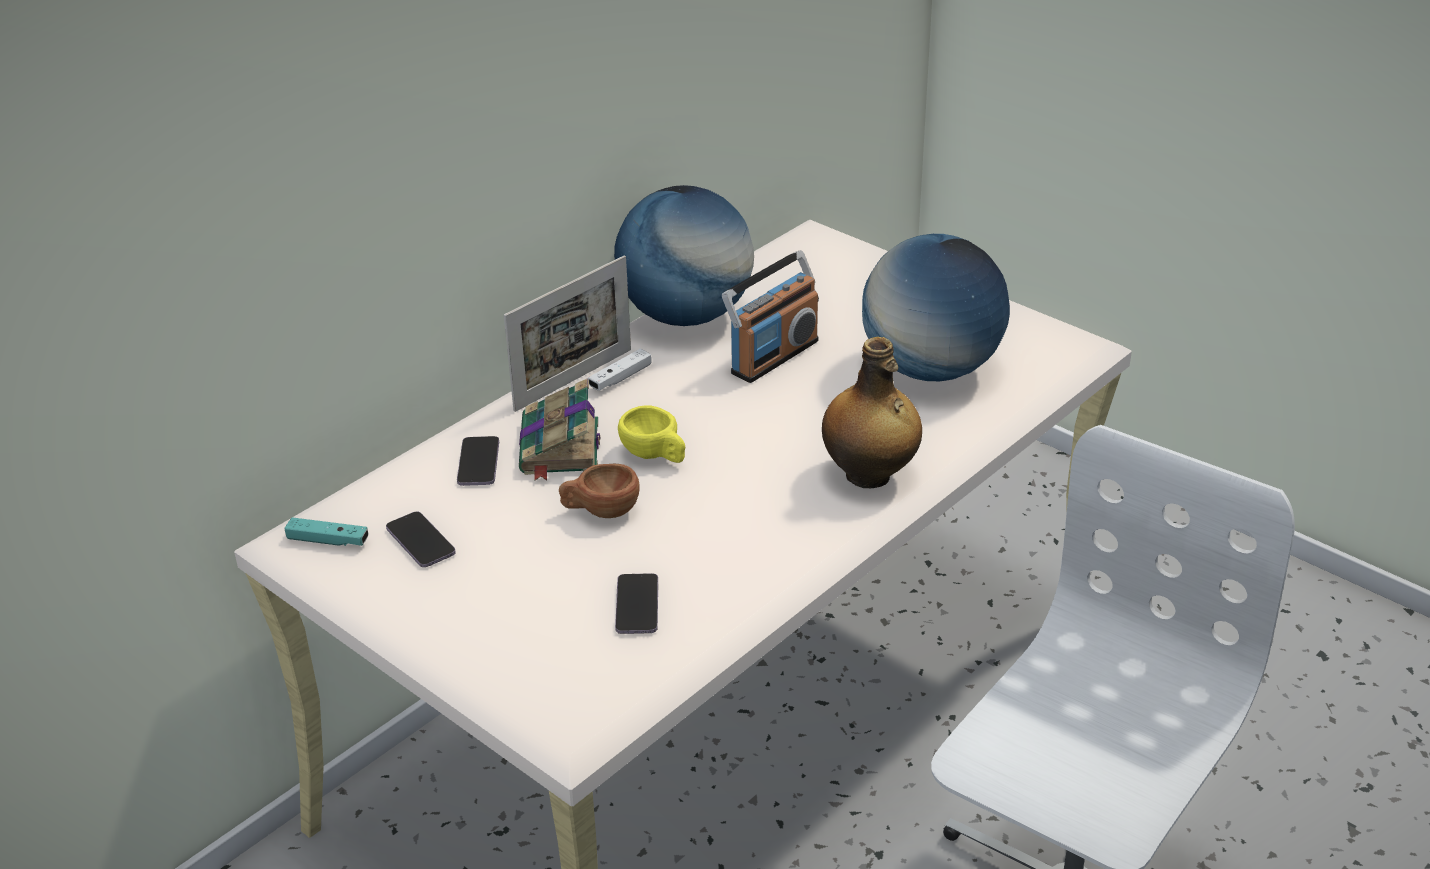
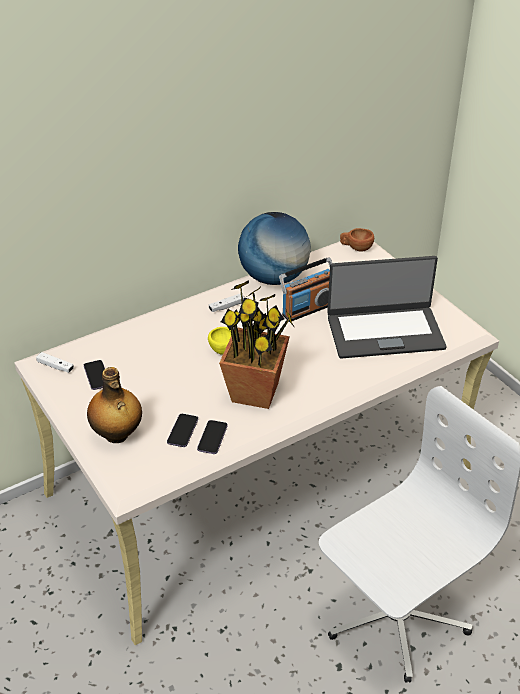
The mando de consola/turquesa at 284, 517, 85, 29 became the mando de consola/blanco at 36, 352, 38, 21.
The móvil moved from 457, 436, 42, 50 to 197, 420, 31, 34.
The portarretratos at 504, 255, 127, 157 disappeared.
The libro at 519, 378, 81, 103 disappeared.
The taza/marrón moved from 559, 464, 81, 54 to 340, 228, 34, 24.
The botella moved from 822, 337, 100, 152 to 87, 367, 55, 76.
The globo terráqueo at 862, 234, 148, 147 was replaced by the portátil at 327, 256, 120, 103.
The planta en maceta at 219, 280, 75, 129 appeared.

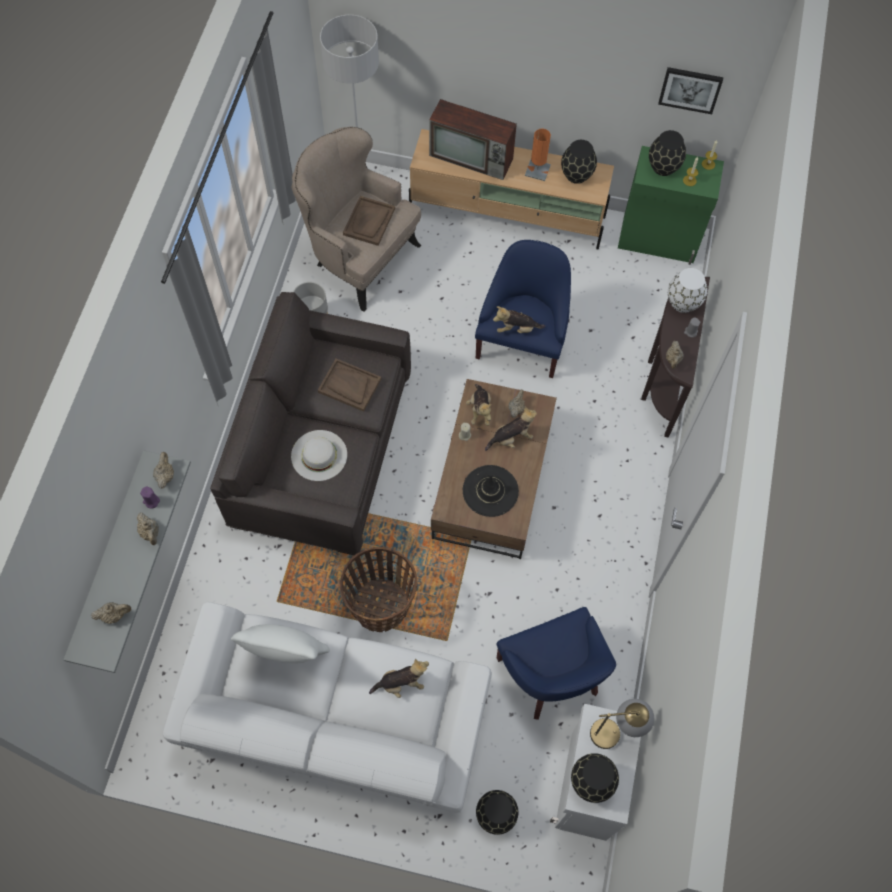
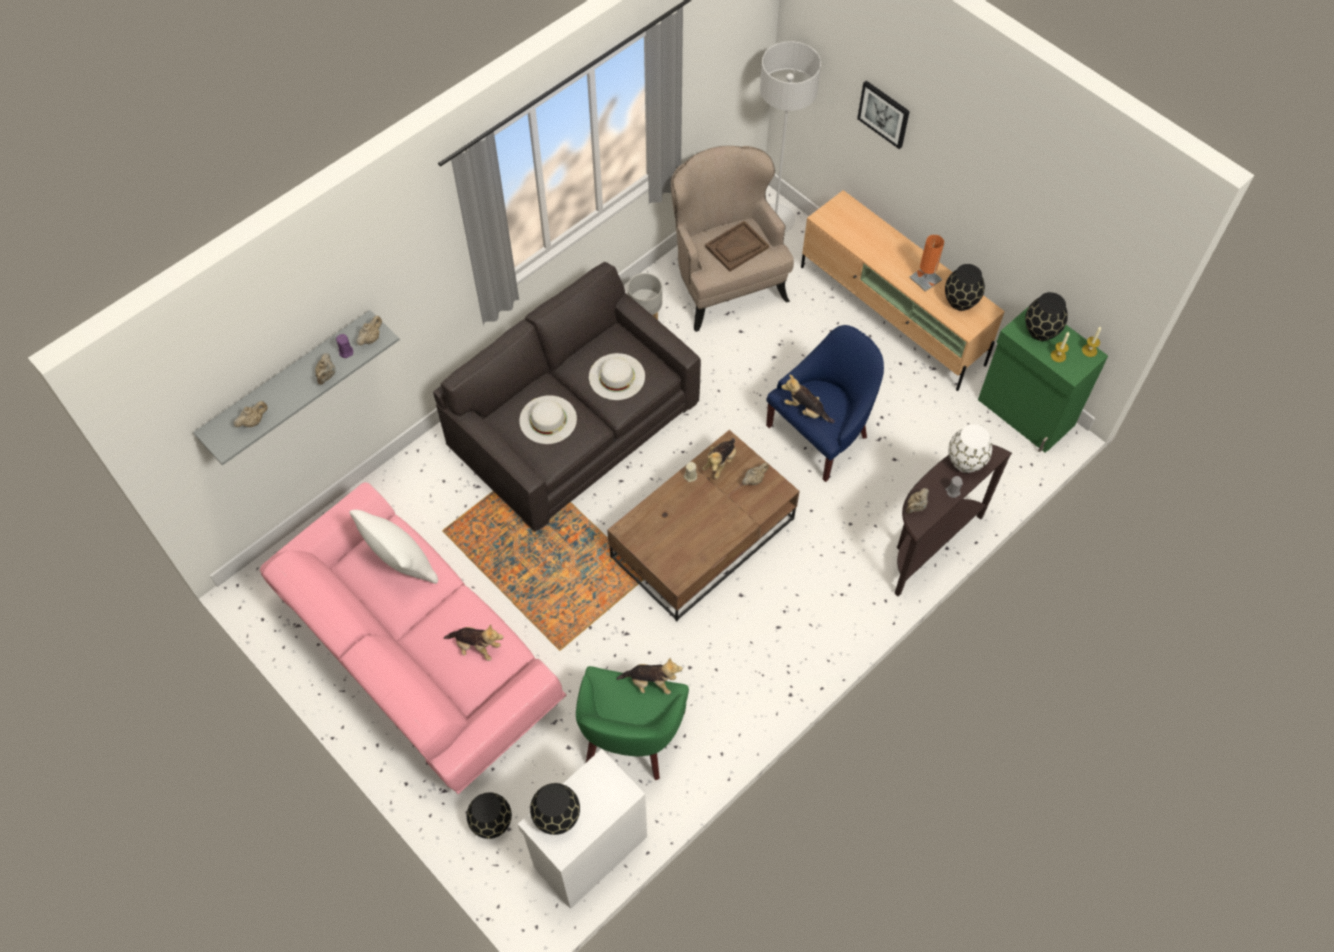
The tetera/beis at 91, 602, 40, 22 turned 60 degrees counterclockwise.
The sofá/blanco at 162, 602, 330, 211 became the sofá/rosa at 260, 482, 306, 312.
The bandeja/marrón at 318, 359, 63, 53 was replaced by the sombrero/blanco at 589, 353, 56, 47.
The cesta at 339, 547, 79, 85 disappeared.
The televisor at 429, 99, 88, 81 disappeared.
The sombrero/negro at 463, 465, 56, 52 disappeared.
The peluche moved from 485, 407, 52, 44 to 616, 658, 67, 37.
The sillón/azul at 496, 607, 120, 113 became the sillón/verde at 576, 666, 113, 114.
The lámpara de mesa at 590, 699, 64, 50 disappeared.
The cuadro moved from 658, 67, 65, 47 to 857, 81, 53, 68.

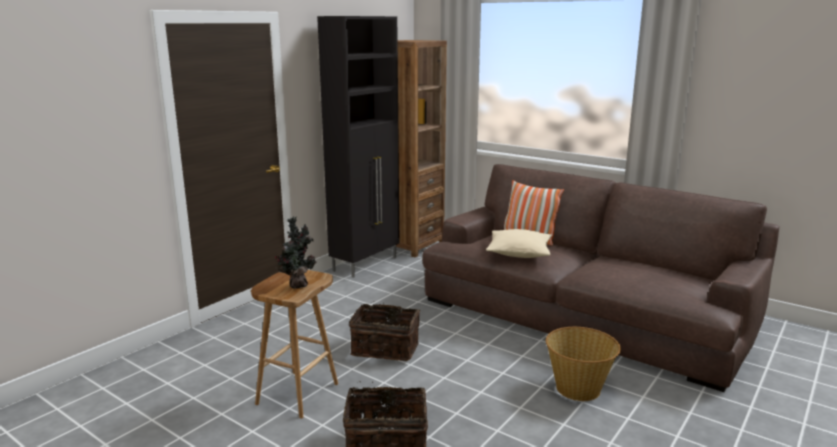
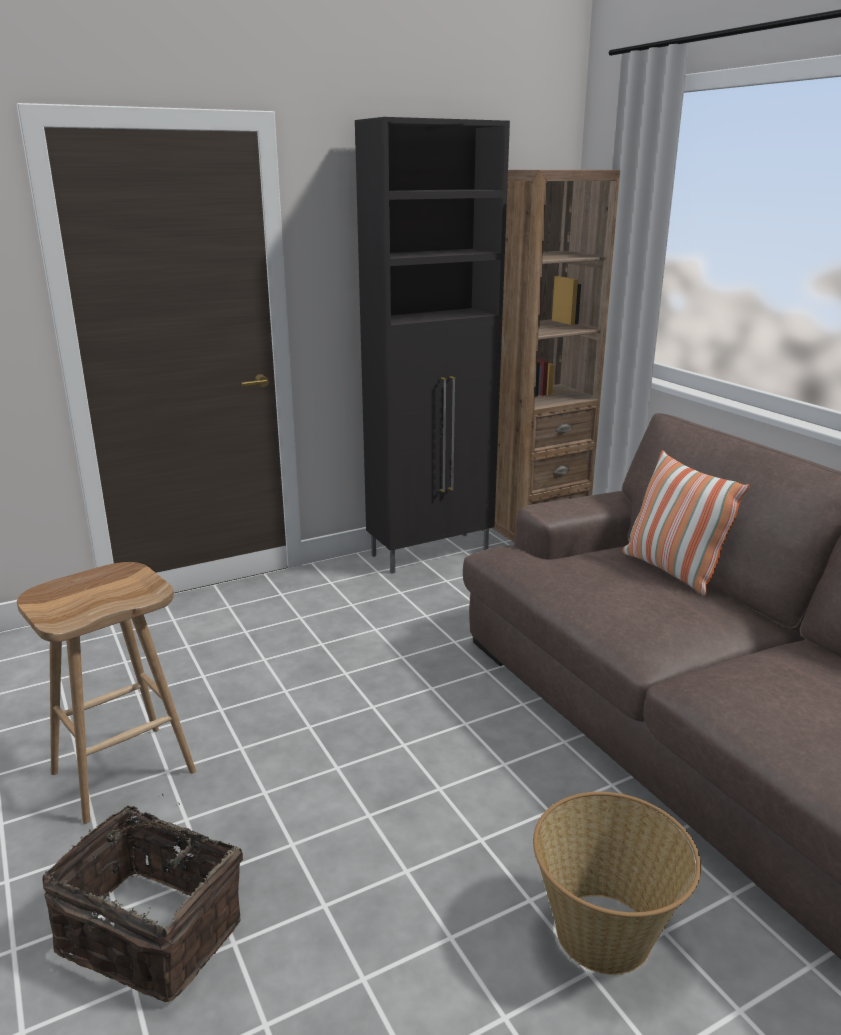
The planta en maceta at 275, 217, 41, 72 disappeared.
The cesta at 349, 304, 71, 57 disappeared.
The cojín/beis at 486, 229, 66, 29 disappeared.

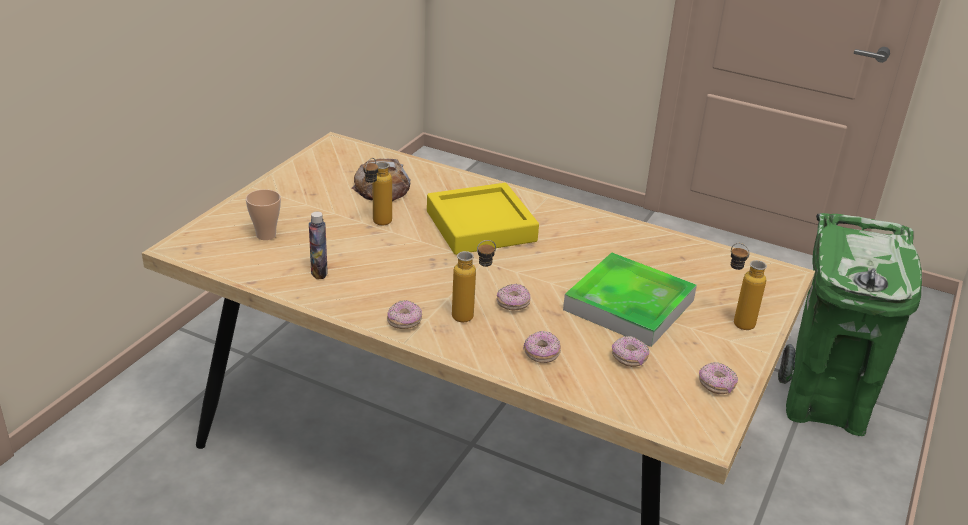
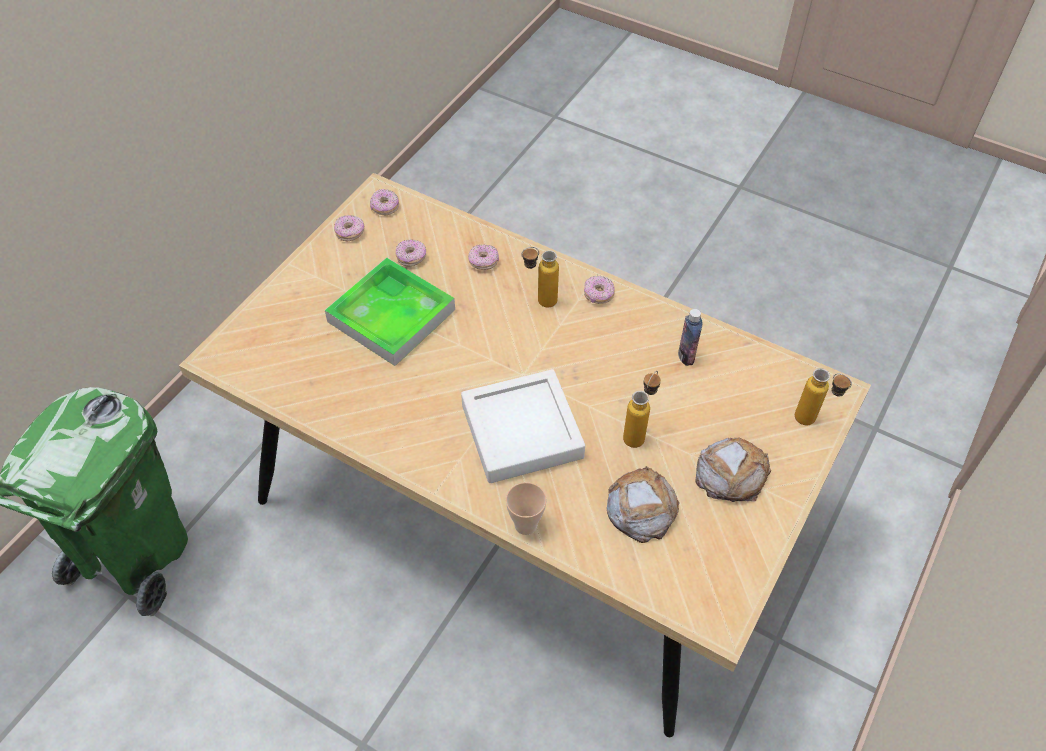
The taza moved from 246, 189, 35, 51 to 506, 482, 41, 53.
The bandeja/amarillo at 427, 183, 112, 72 became the bandeja/blanco at 461, 369, 124, 114.
The rosquilla moved from 497, 284, 33, 27 to 370, 189, 29, 26.
The botella moved from 731, 243, 36, 87 to 795, 368, 57, 57.
The pan at 695, 438, 76, 64 appeared.

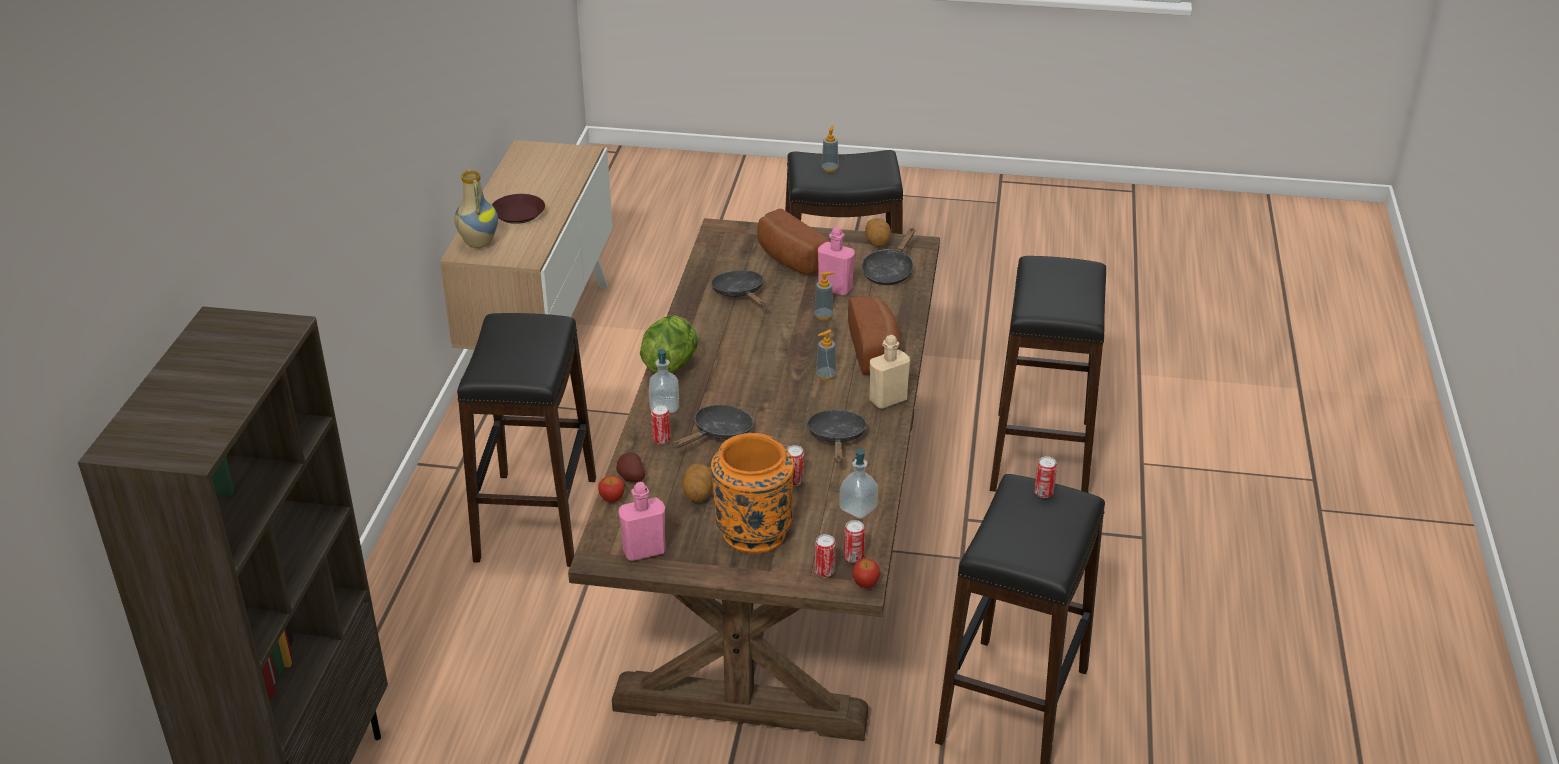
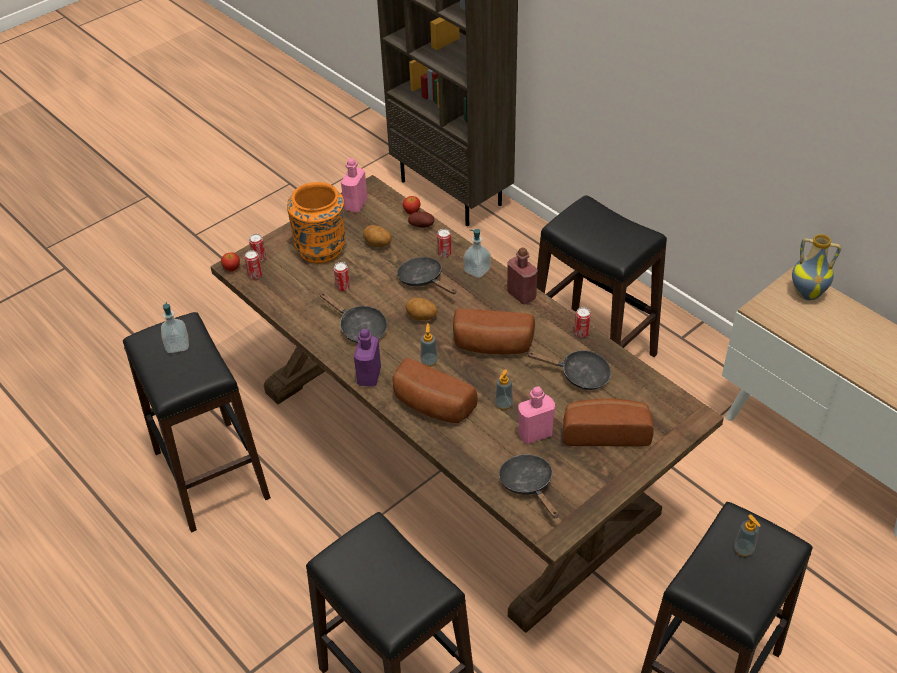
The plato/marrón at 492, 194, 53, 30 disappeared.
The lechuga at 640, 315, 58, 58 was replaced by the botella/rojo at 507, 247, 31, 57.
The sartén/negro at 672, 405, 82, 43 turned 150 degrees clockwise.
The dispensador de jabón moved from 839, 449, 39, 70 to 161, 302, 28, 51.
The patata moved from 865, 218, 26, 29 to 405, 298, 33, 22.
The botella/beis at 869, 335, 41, 74 became the botella/morado at 354, 329, 27, 58.
The lata moved from 1034, 456, 23, 42 to 574, 307, 17, 30.
The pan at 453, 309, 82, 45 appeared.

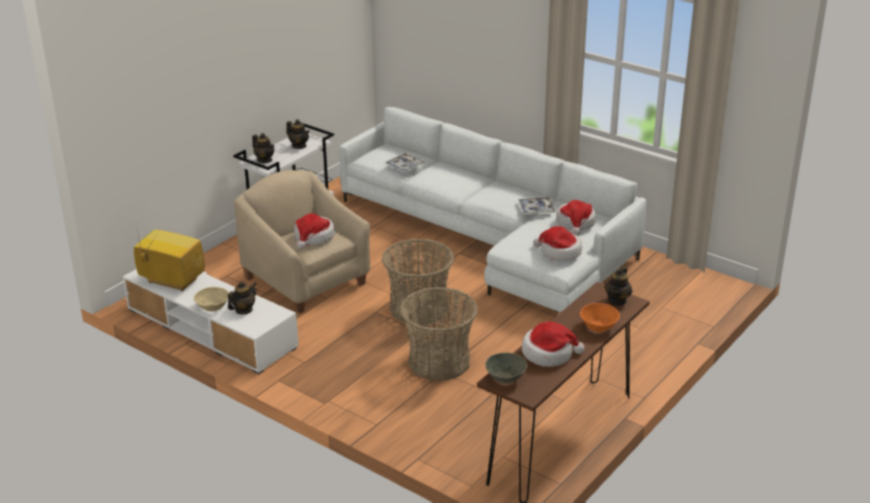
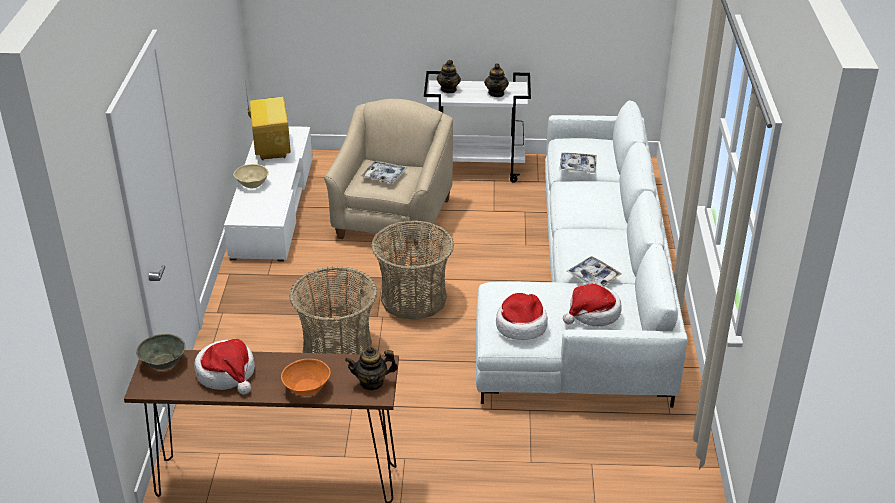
The tetera at 228, 281, 29, 33 disappeared.
The sombrero at 294, 213, 41, 36 was replaced by the bandeja at 360, 161, 47, 23.

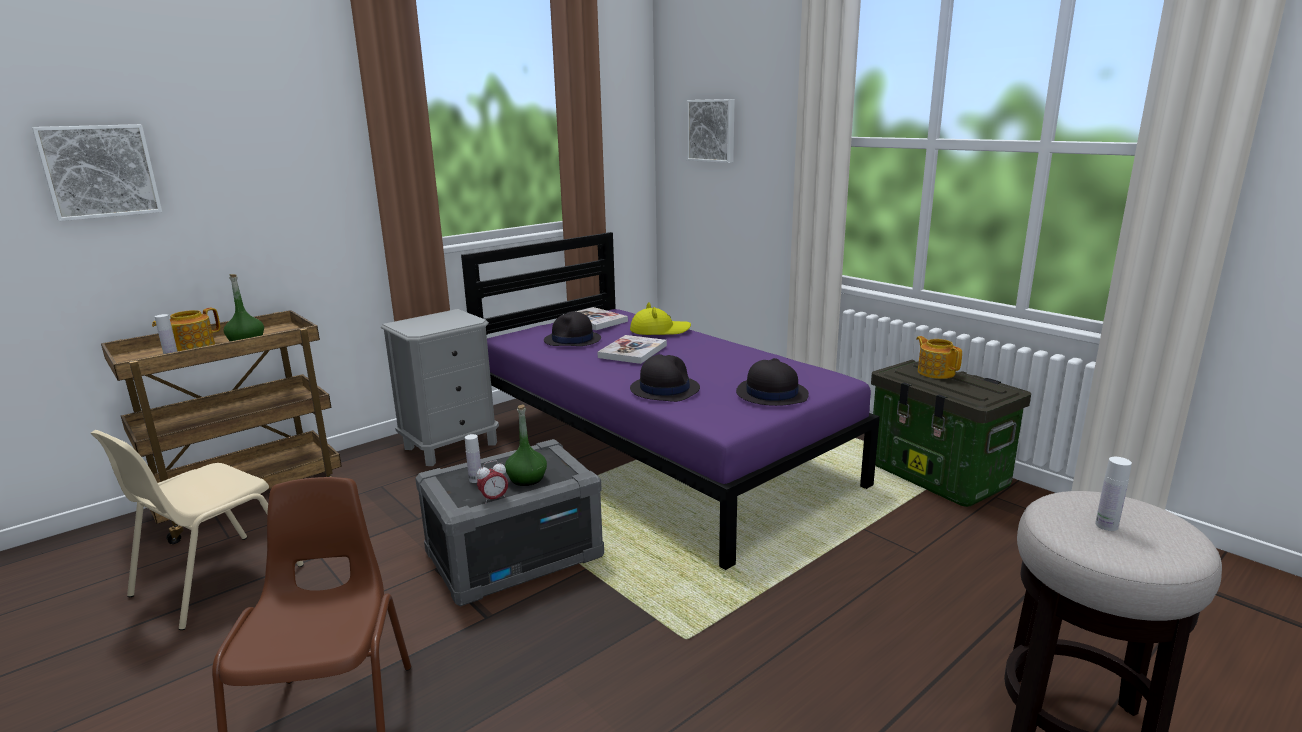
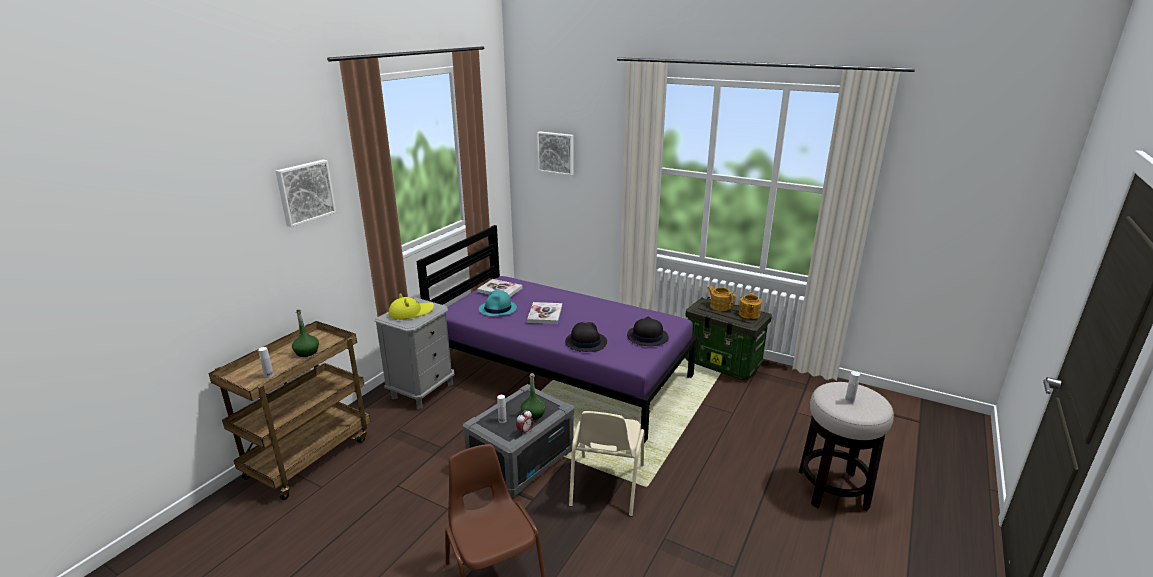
The cuadro moved from 32, 124, 130, 97 to 276, 160, 60, 67.
The silla/beis moved from 91, 430, 213, 200 to 569, 411, 75, 106.
The tetera moved from 152, 308, 68, 43 to 739, 292, 23, 27.
The sombrero/negro at 544, 312, 57, 34 became the sombrero/turquesa at 479, 290, 38, 26.
The sombrero/amarillo moved from 630, 302, 61, 33 to 388, 293, 46, 27.

